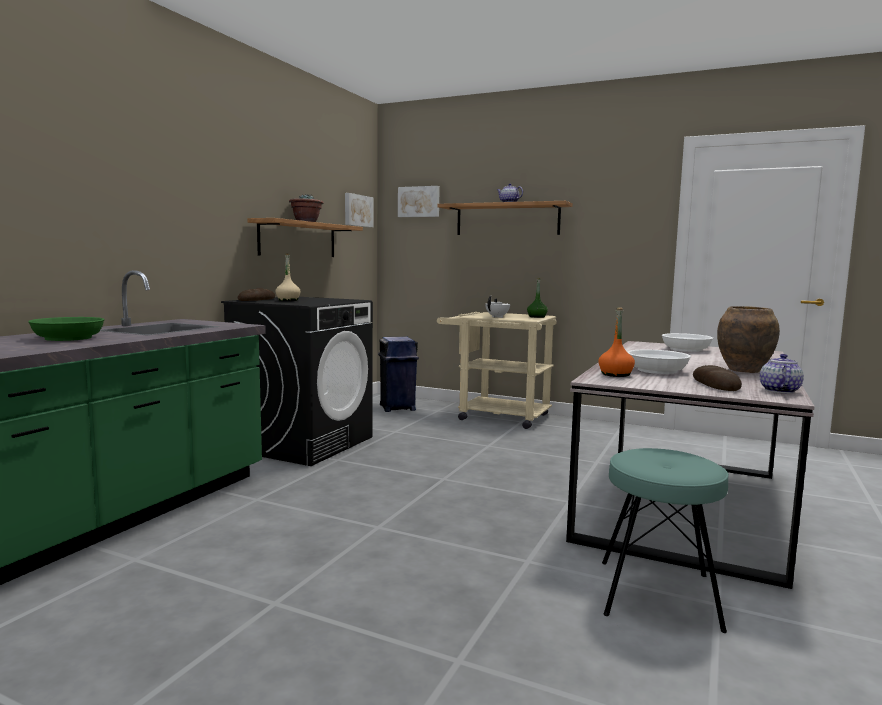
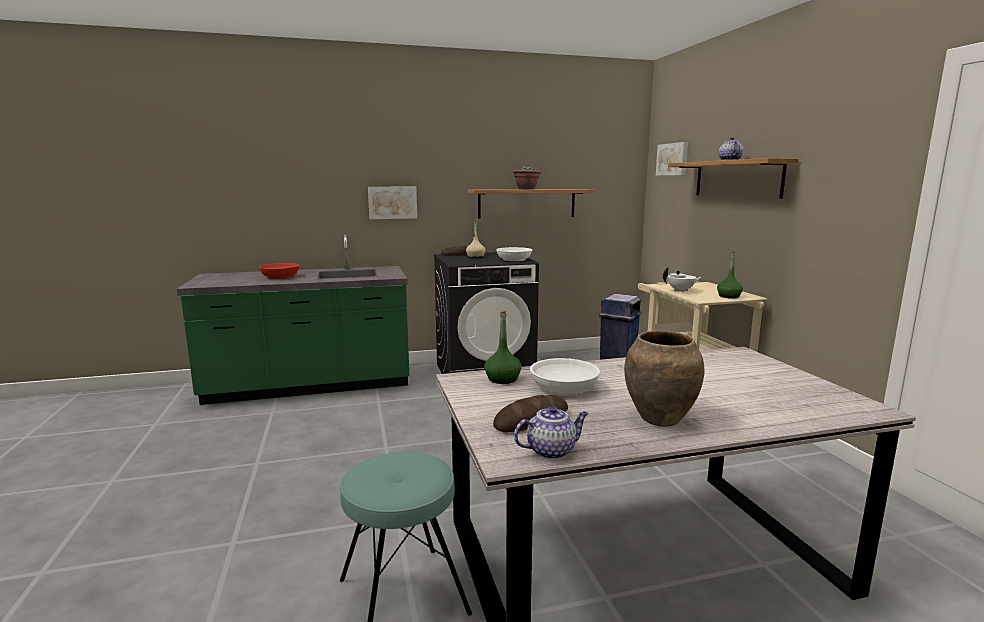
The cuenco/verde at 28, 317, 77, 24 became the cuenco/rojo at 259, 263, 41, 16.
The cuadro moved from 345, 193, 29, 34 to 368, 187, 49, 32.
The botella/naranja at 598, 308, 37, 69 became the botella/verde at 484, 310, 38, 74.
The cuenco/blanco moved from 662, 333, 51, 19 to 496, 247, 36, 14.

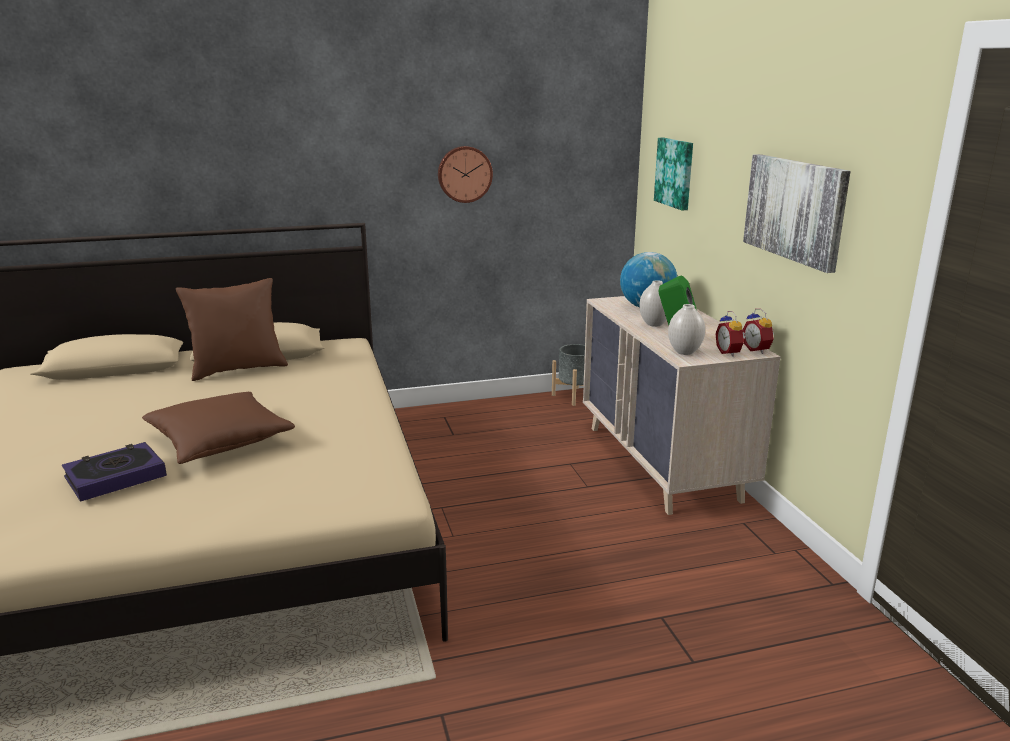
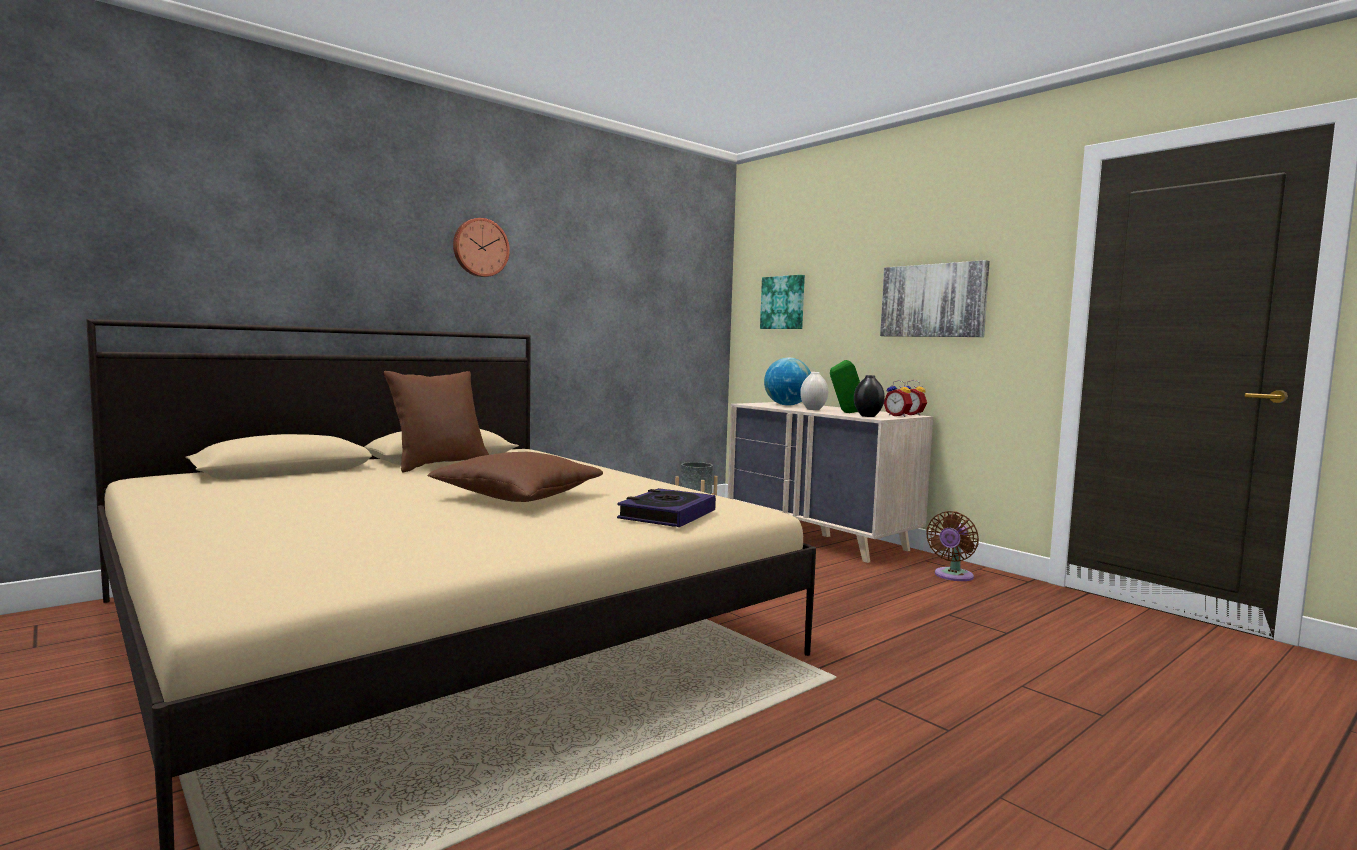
The libro moved from 62, 442, 105, 59 to 617, 488, 99, 39.
The reloj de pared moved from 438, 146, 55, 57 to 453, 218, 57, 59.
The florero/blanco at 668, 304, 37, 51 became the florero/negro at 854, 375, 31, 42.
The ventilador/marrón at 926, 511, 53, 70 appeared.

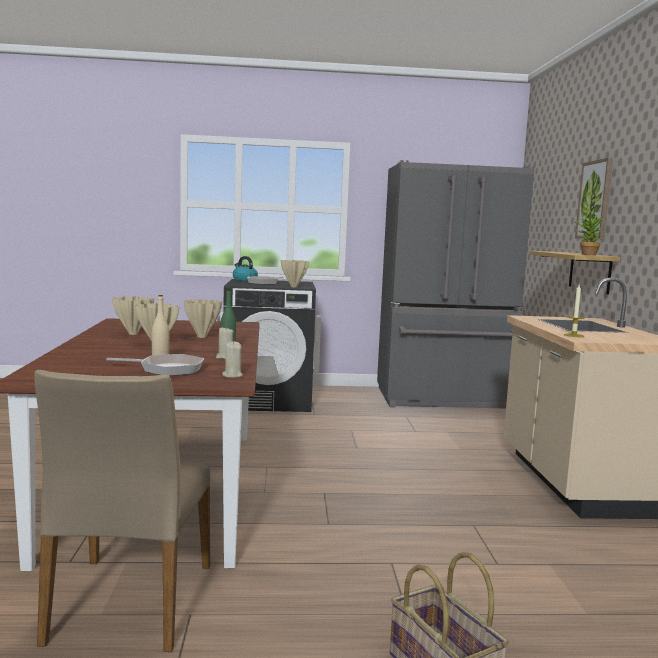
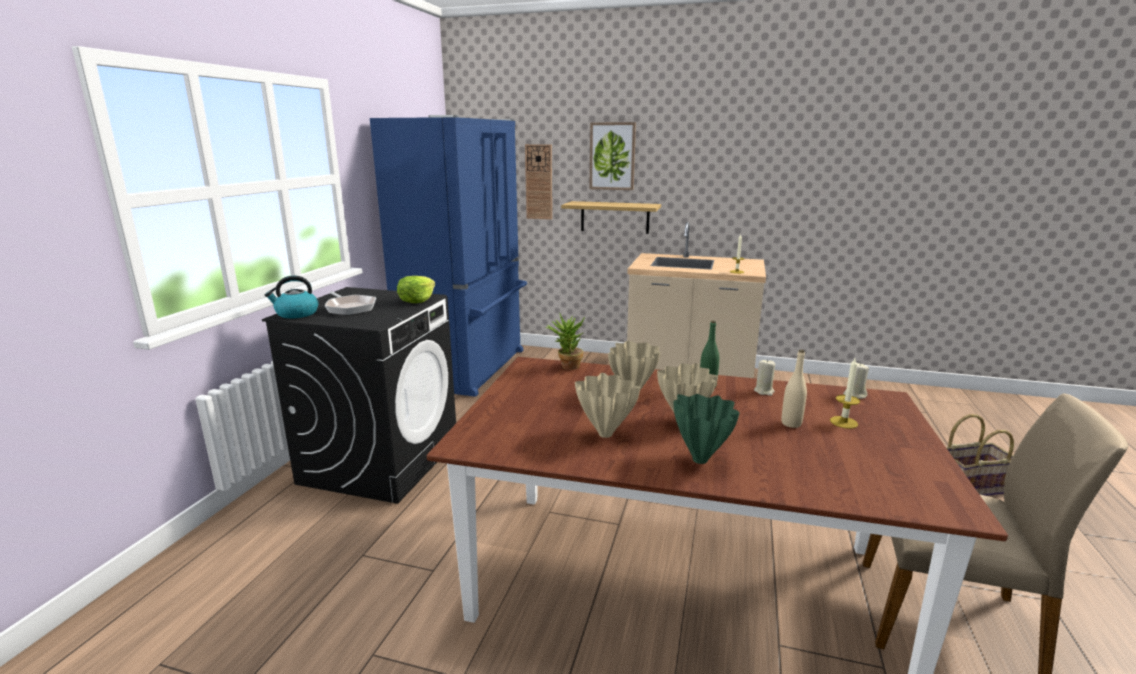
The sartén at 106, 354, 98, 22 was replaced by the vela at 830, 359, 30, 70.
The florero/beis at 281, 260, 28, 27 was replaced by the lechuga at 397, 276, 38, 27.
The nevera/gris at 377, 160, 158, 249 became the nevera/azul at 370, 115, 157, 282.
The planta en maceta moved from 573, 215, 31, 40 to 546, 313, 39, 57.
The reloj de pared at 525, 144, 27, 76 appeared.
The florero/verde at 673, 394, 67, 70 appeared.

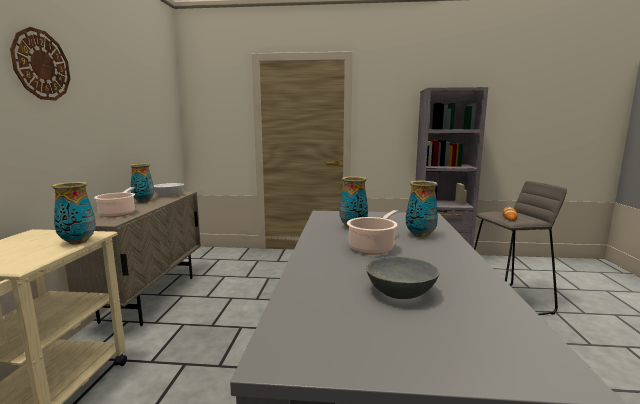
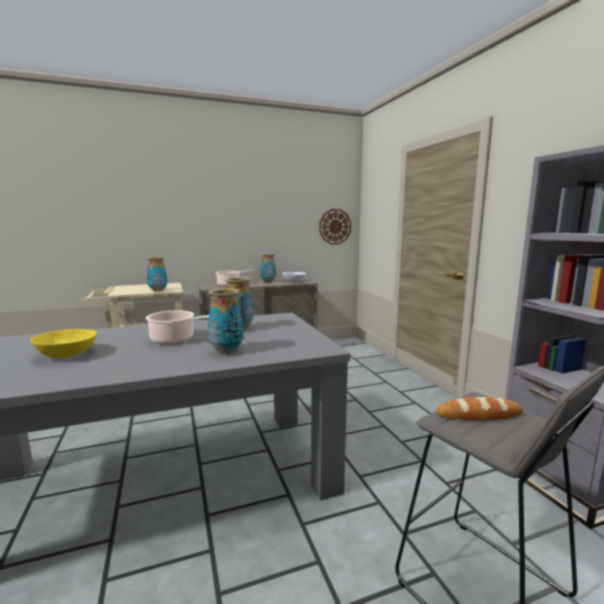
The reloj de pared moved from 10, 27, 60, 74 to 319, 209, 32, 36.
The cuenco/gris at 366, 256, 74, 43 became the cuenco/amarillo at 30, 329, 67, 29.

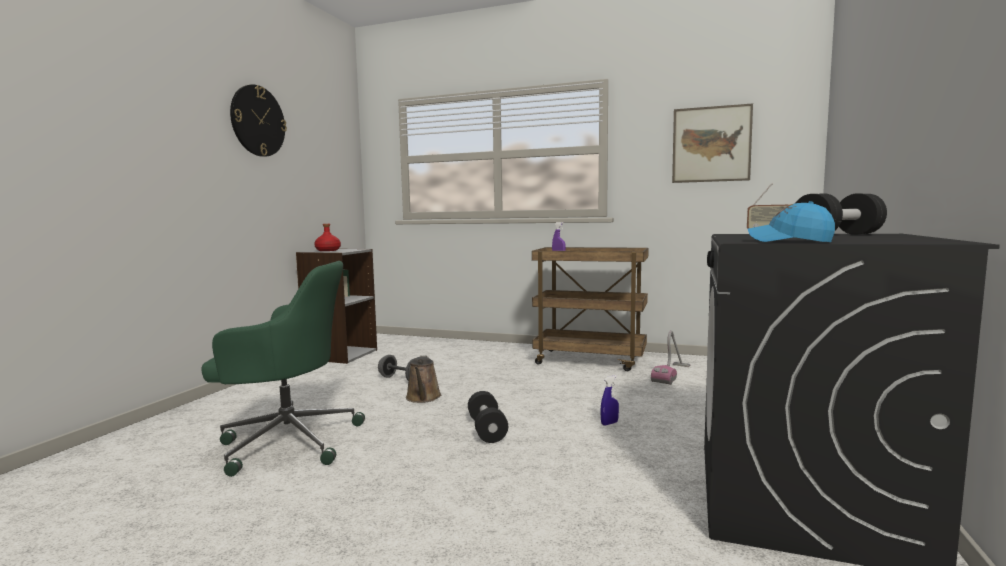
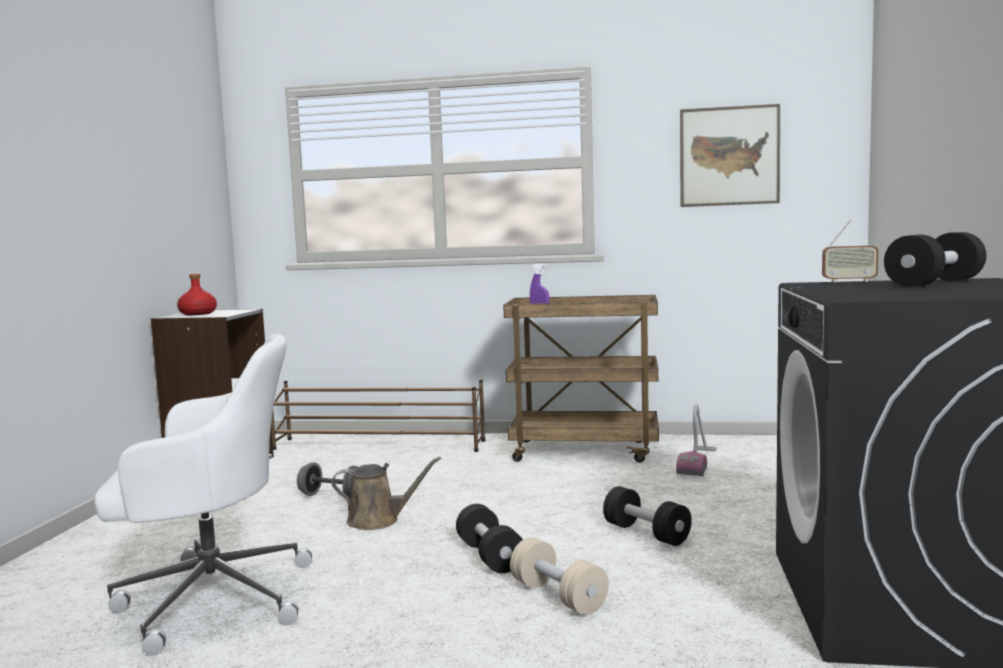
The silla de oficina/verde at 201, 261, 164, 216 became the silla de oficina/blanco at 94, 334, 218, 322.
The reloj de pared at 230, 84, 57, 73 disappeared.
The regadera/marrón at 406, 355, 35, 48 turned 75 degrees counterclockwise.
The pulverizador/azul at 600, 375, 19, 51 was replaced by the mancuerna/negro at 603, 486, 89, 60.
The gorra/azul at 748, 201, 87, 41 disappeared.
The zapatero/marrón at 271, 380, 214, 72 appeared.
The mancuerna/beis at 510, 537, 99, 78 appeared.

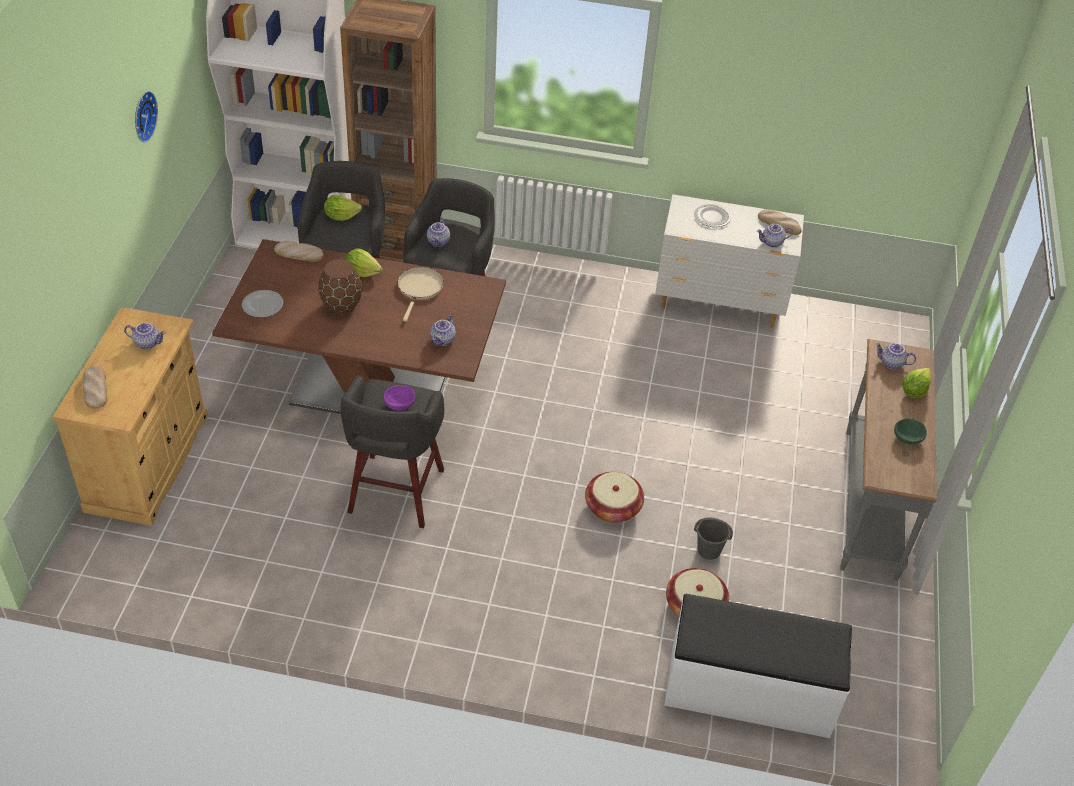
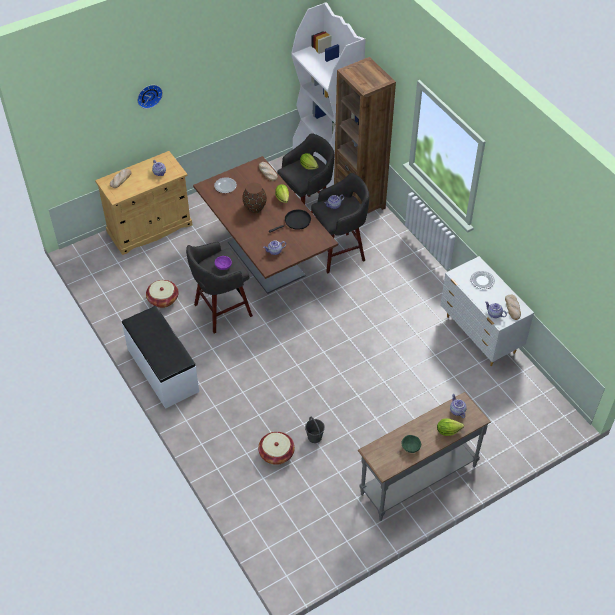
The reloj de pared moved from 135, 91, 23, 51 to 137, 85, 26, 24.
The sartén/beis at 398, 267, 46, 55 became the sartén/negro at 269, 209, 42, 24.
The cesta moved from 585, 472, 59, 51 to 146, 280, 33, 28.
The banco/blanco moved from 664, 594, 188, 144 to 122, 306, 77, 103.

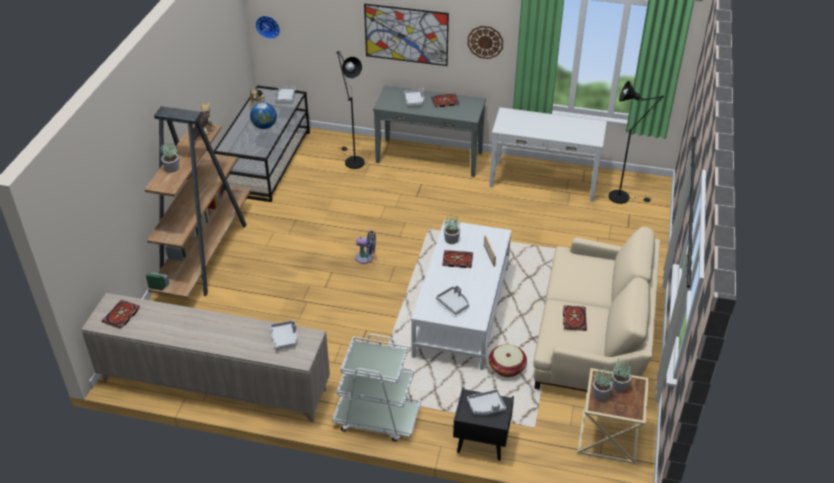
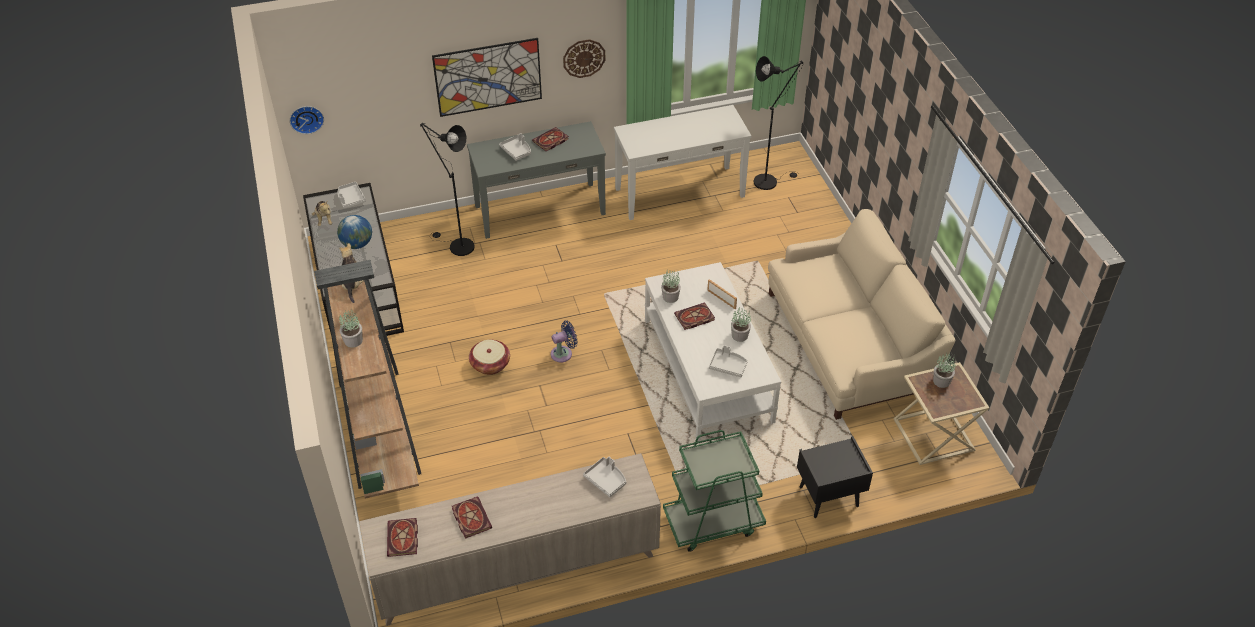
The carrito/blanco at 332, 334, 89, 107 became the carrito/verde at 663, 430, 103, 122.
The bandeja/gris at 467, 389, 39, 26 disappeared.
The cesta moved from 489, 344, 38, 33 to 469, 340, 41, 35.
The libro moved from 563, 305, 24, 26 to 452, 496, 40, 43.
The planta en maceta moved from 593, 366, 21, 34 to 731, 307, 20, 35.

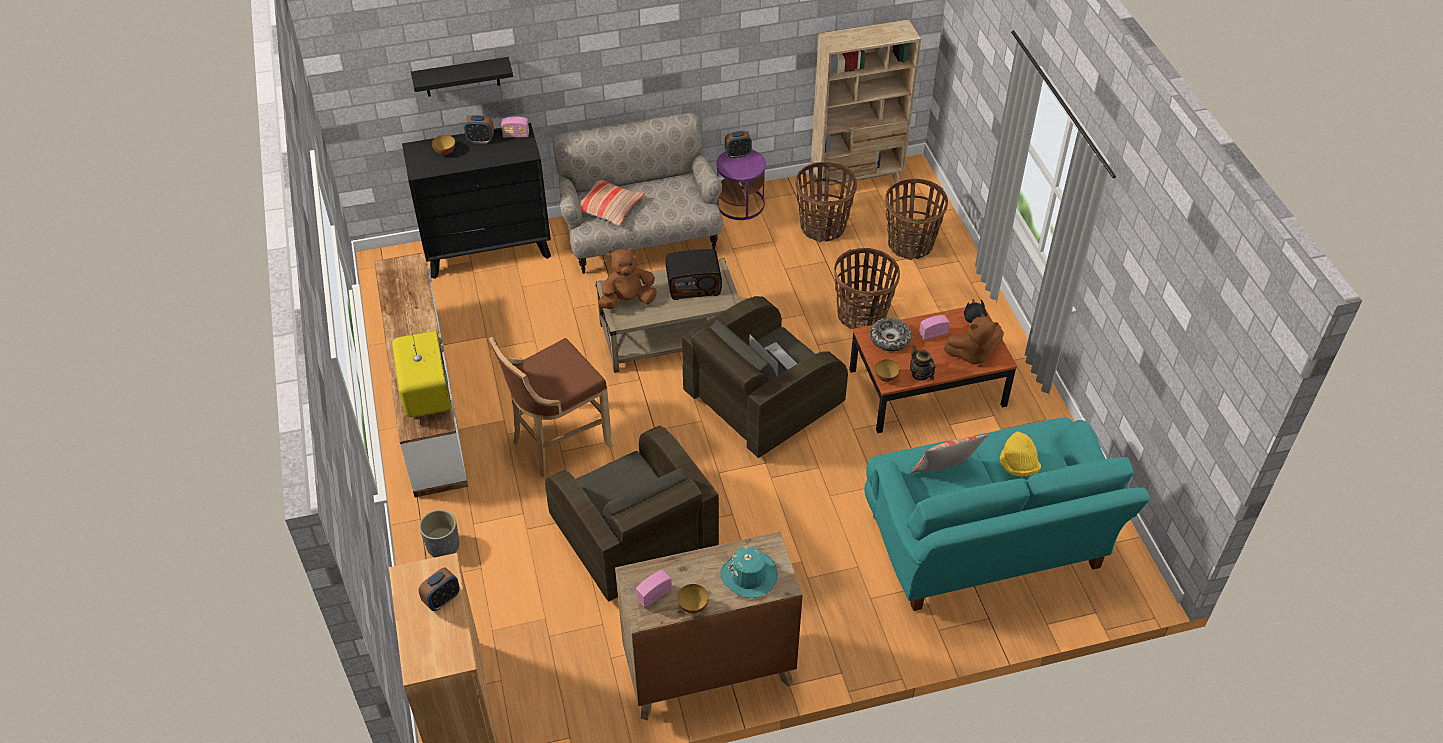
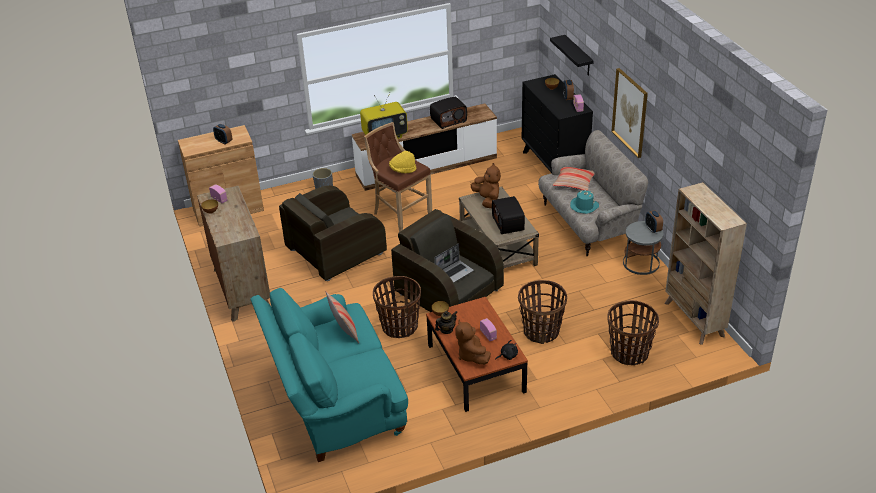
The mesa auxiliar/morado at 716, 150, 50, 70 became the mesa auxiliar/gris at 623, 221, 40, 54.
The sombrero/turquesa moved from 721, 546, 57, 52 to 570, 190, 29, 24.
The cesta moved from 795, 162, 62, 80 to 373, 276, 48, 62.
The cuenco at 870, 317, 42, 34 disappeared.
The sombrero/amarillo moved from 1000, 432, 41, 44 to 389, 151, 27, 22.
The radio at 430, 97, 37, 32 appeared.
The cuadro at 611, 68, 37, 90 appeared.

